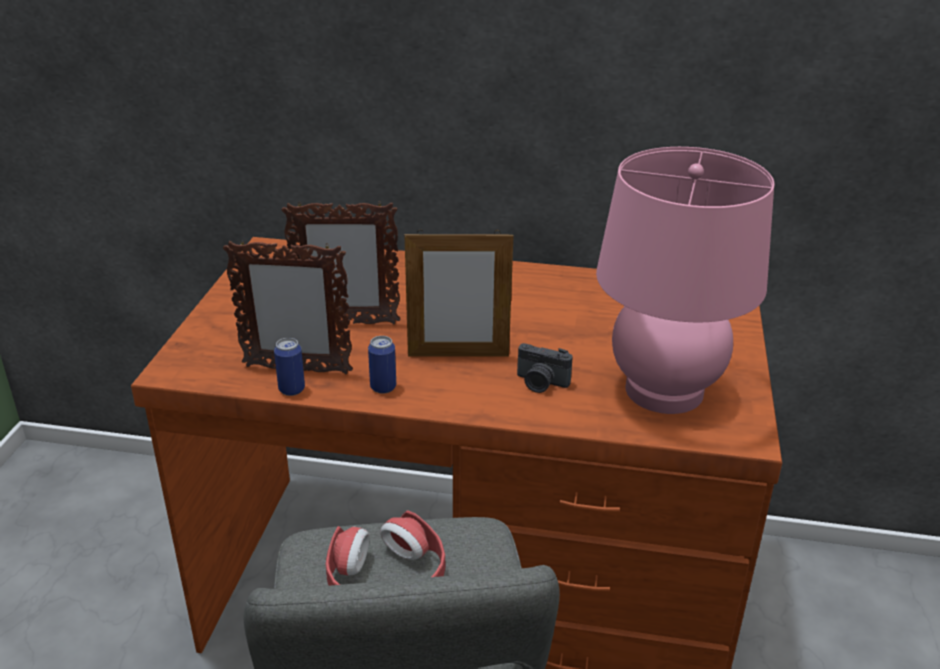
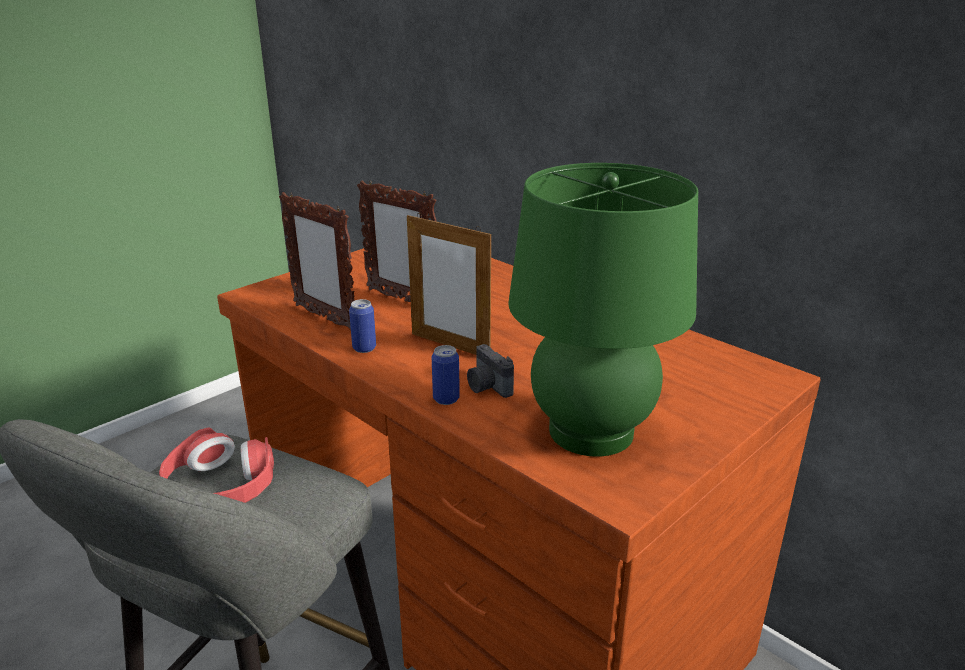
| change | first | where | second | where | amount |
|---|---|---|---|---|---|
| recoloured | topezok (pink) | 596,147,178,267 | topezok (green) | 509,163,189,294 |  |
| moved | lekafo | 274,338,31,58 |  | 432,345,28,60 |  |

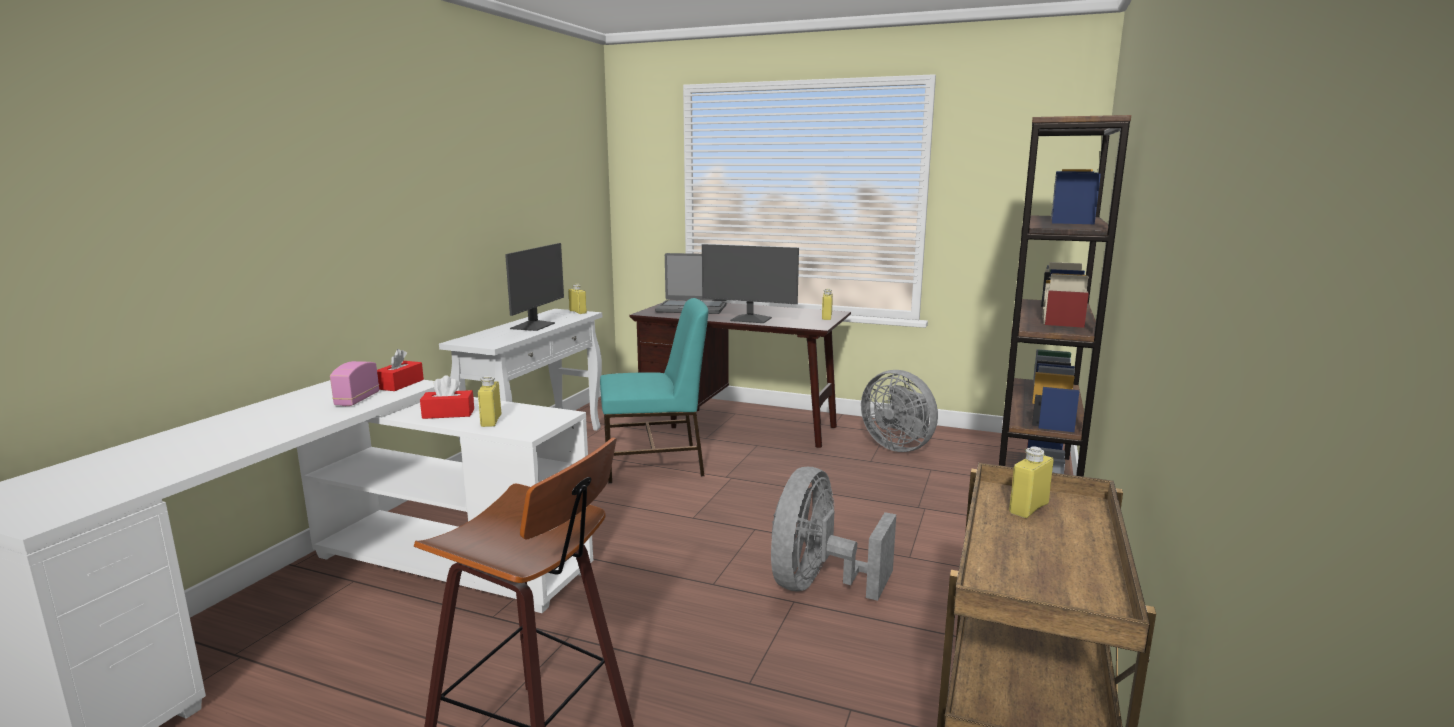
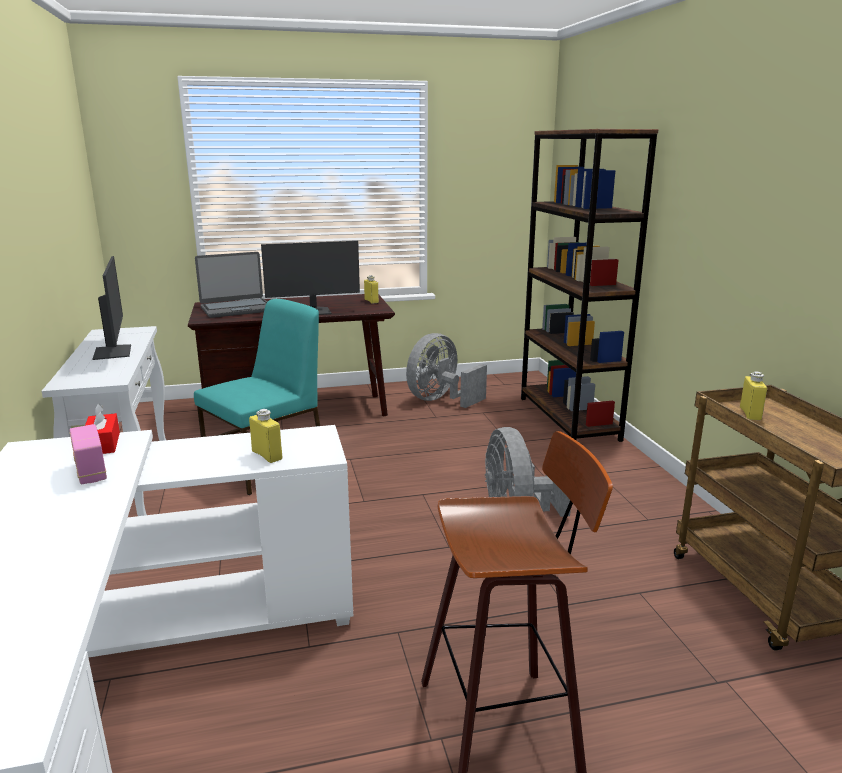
| change | first | where | second | where | amount |
|---|---|---|---|---|---|
| removed | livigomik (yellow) | 569,284,18,30 |  |  |  |
| turned | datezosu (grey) | 861,370,77,82 |  | 406,333,81,75 | 120 degrees clockwise |
| removed | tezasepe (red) | 420,375,54,44 |  |  |  |

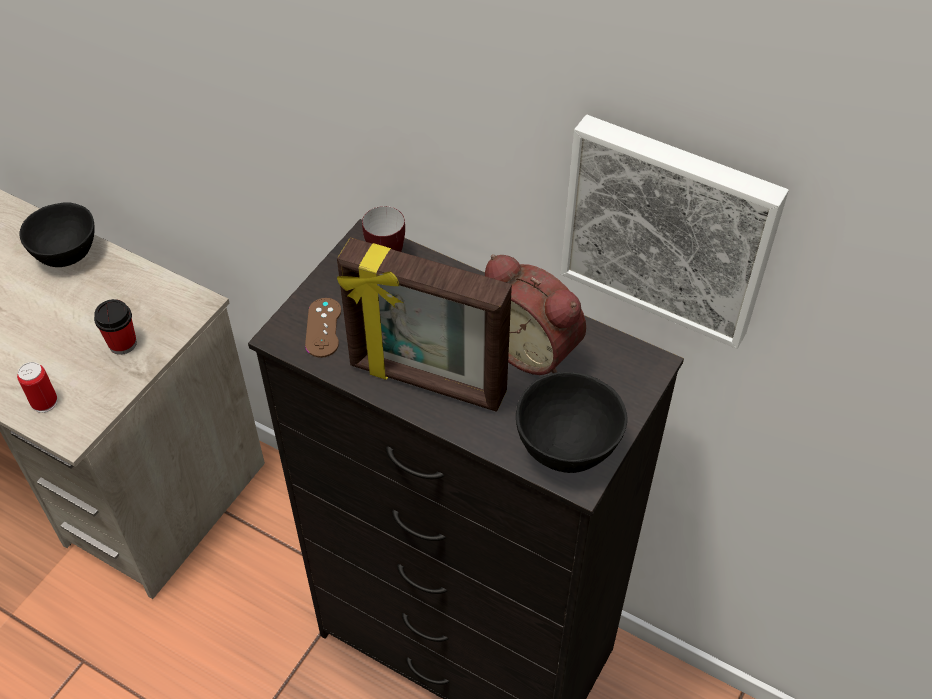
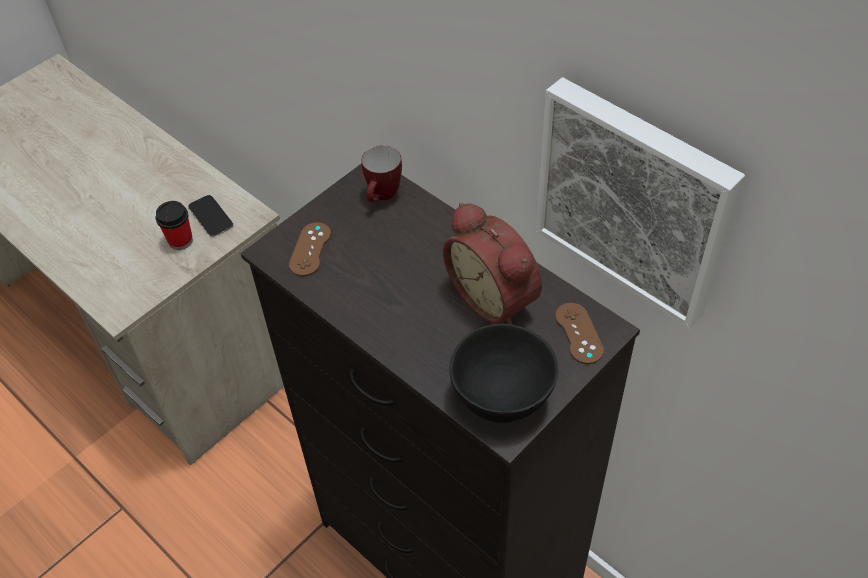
| change | first | where | second | where | amount |
|---|---|---|---|---|---|
| removed | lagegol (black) | 20,202,75,65 |  |  |  |
| removed | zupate | 337,237,175,175 |  |  |  |
| removed | lekafo | 17,362,40,51 |  |  |  |
| added |  |  | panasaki | 188,195,45,42 |  |
| added |  |  | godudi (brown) | 555,303,49,61 |  |

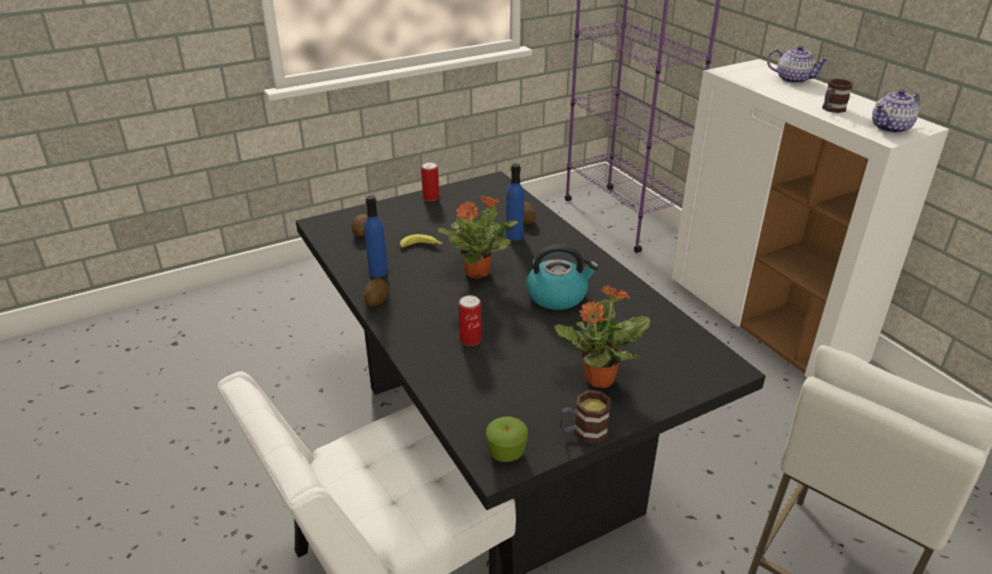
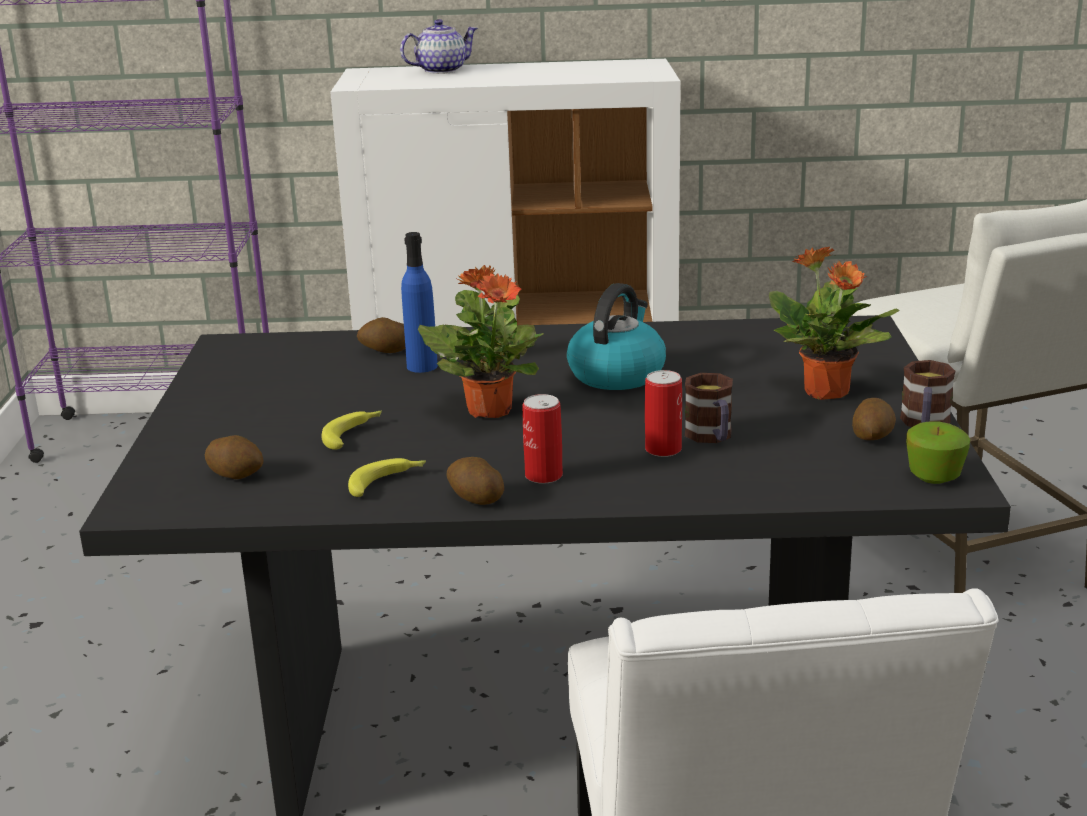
| change | first | where | second | where | amount |
|---|---|---|---|---|---|
| moved | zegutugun | 822,78,31,35 |  | 684,373,49,70 |  |
| removed | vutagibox | 872,89,48,45 |  |  |  |
| moved | lekafo | 421,162,18,39 |  | 522,394,41,90 |  |
| replaced | livigomik (blue) | 364,195,24,82 | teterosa | 348,458,78,39 |  |
| added |  |  | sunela | 852,398,44,42 |  |

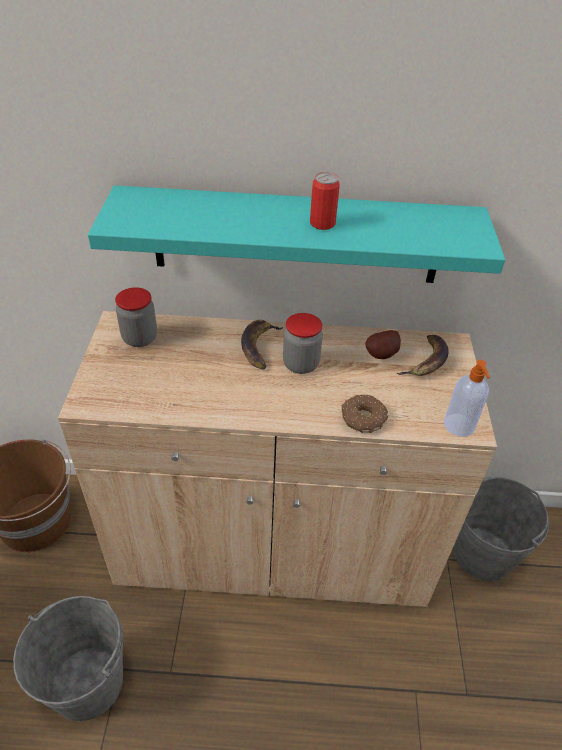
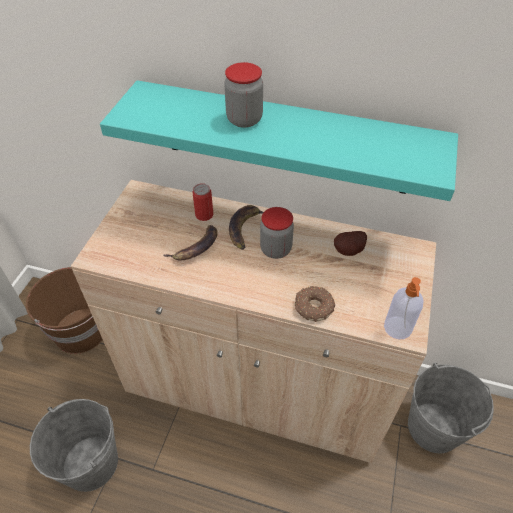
| change | first | where | second | where | amount |
|---|---|---|---|---|---|
| moved | lekafo | 310,172,30,58 |  | 193,183,20,38 |  |
| moved | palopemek | 115,287,42,60 |  | 224,62,39,66 |  |
| moved | teterosa | 397,335,52,41 |  | 163,225,55,36 |  |

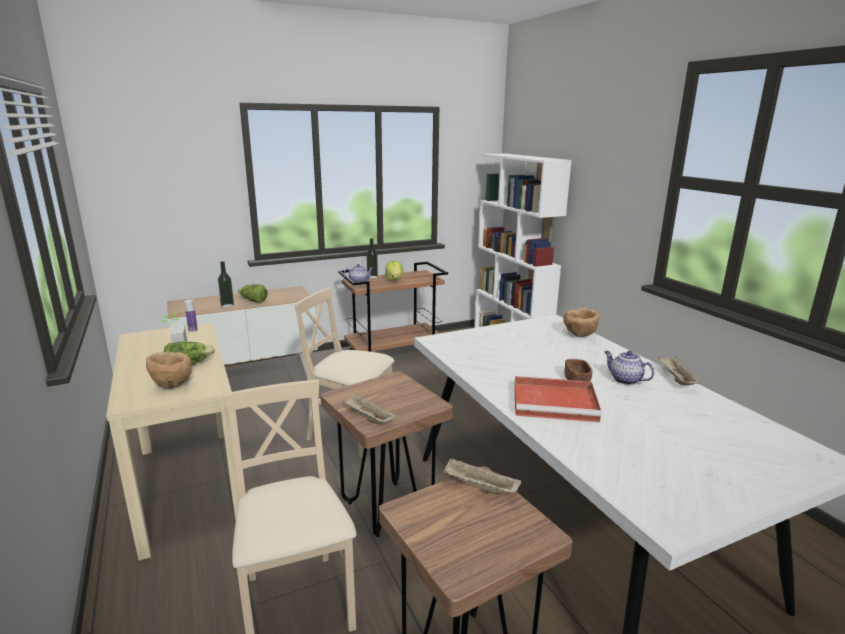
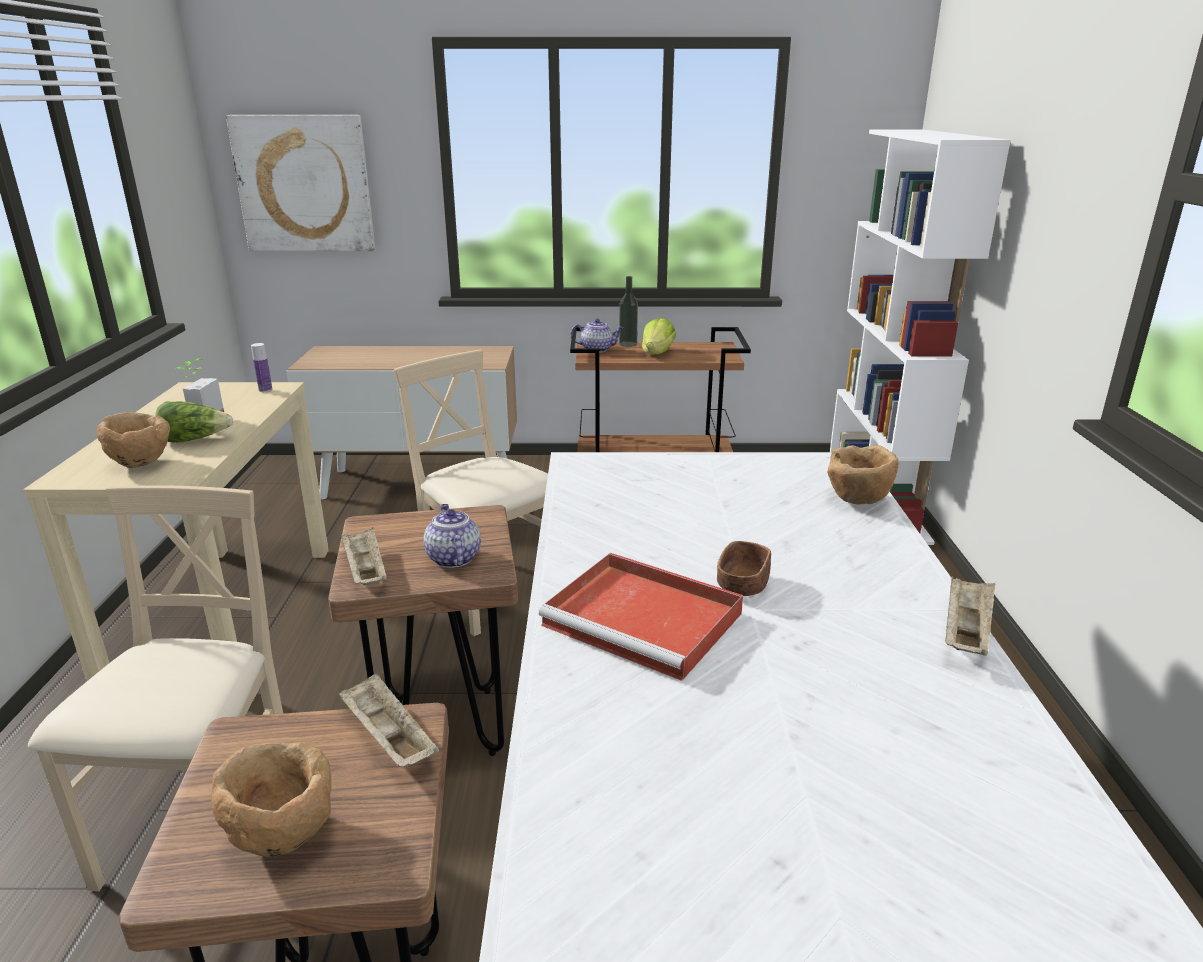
| change | first | where | second | where | amount |
|---|---|---|---|---|---|
| removed | livigomik | 218,261,16,47 |  |  |  |
| removed | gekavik | 238,284,30,19 |  |  |  |
| moved | vutagibox | 604,351,51,34 |  | 424,504,57,64 |  |
| added |  |  | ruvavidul | 226,115,149,136 |  |
| added |  |  | lagegol (brown) | 211,742,121,115 |  |

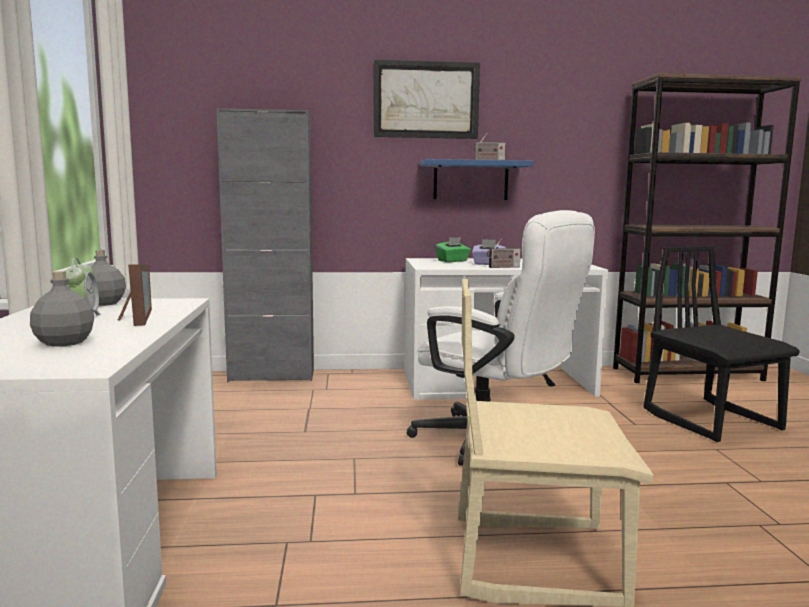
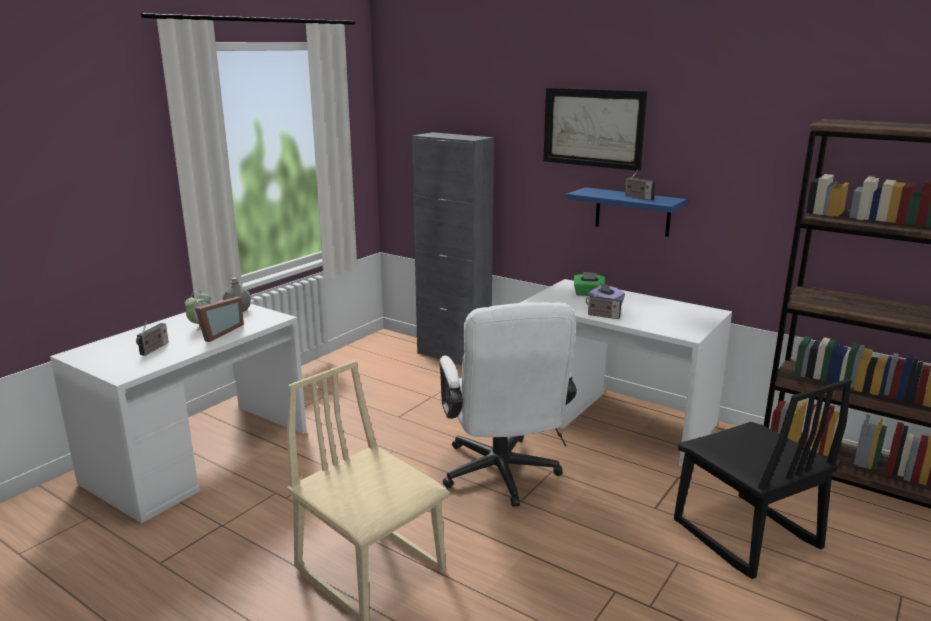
| change | first | where | second | where | amount |
|---|---|---|---|---|---|
| turned | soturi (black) | 643,246,157,196 |  | 674,379,178,200 | 135 degrees clockwise |
| replaced | livigomik (grey) | 30,271,64,76 | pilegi | 136,320,33,36 |  |

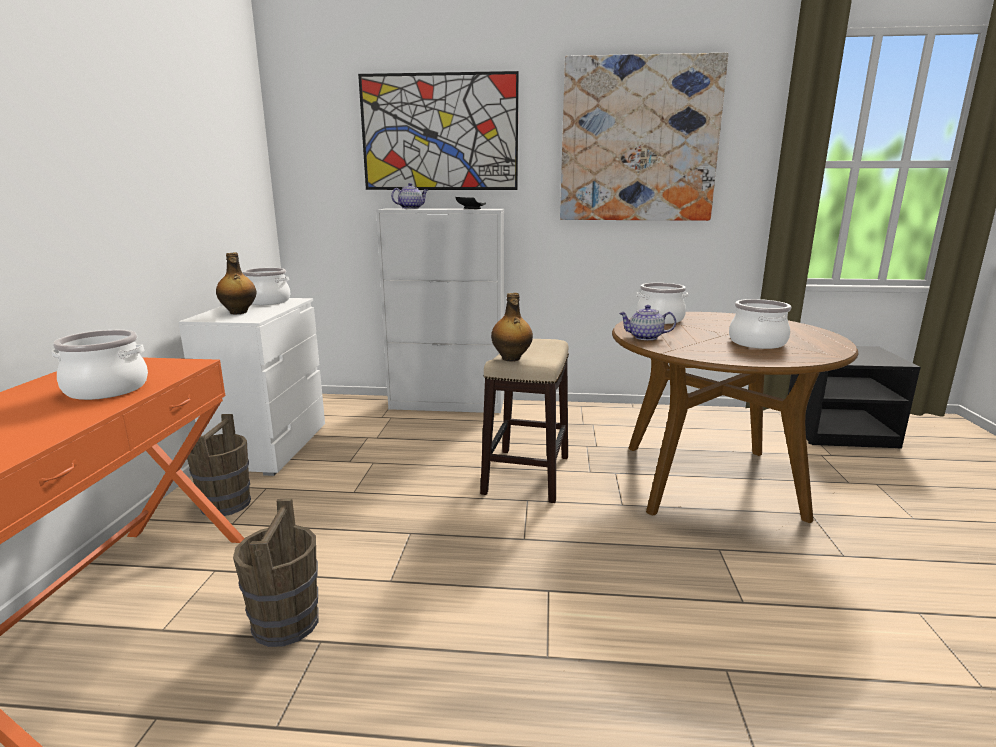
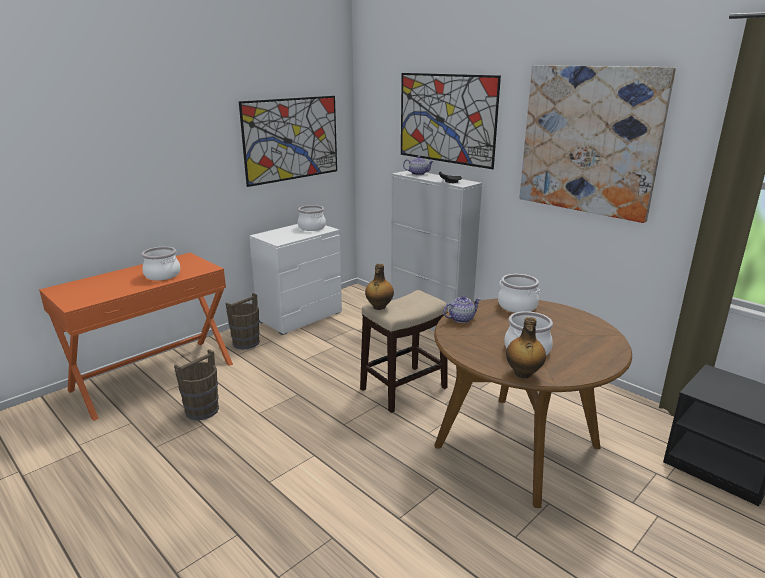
| change | first | where | second | where | amount |
|---|---|---|---|---|---|
| moved | livigomik | 216,252,40,62 |  | 506,317,40,62 |  |
| turned | vutagibox | 619,305,57,35 |  | 443,296,38,27 | 105 degrees clockwise |
| added |  |  | ruvavidul | 239,96,98,91 |  |

